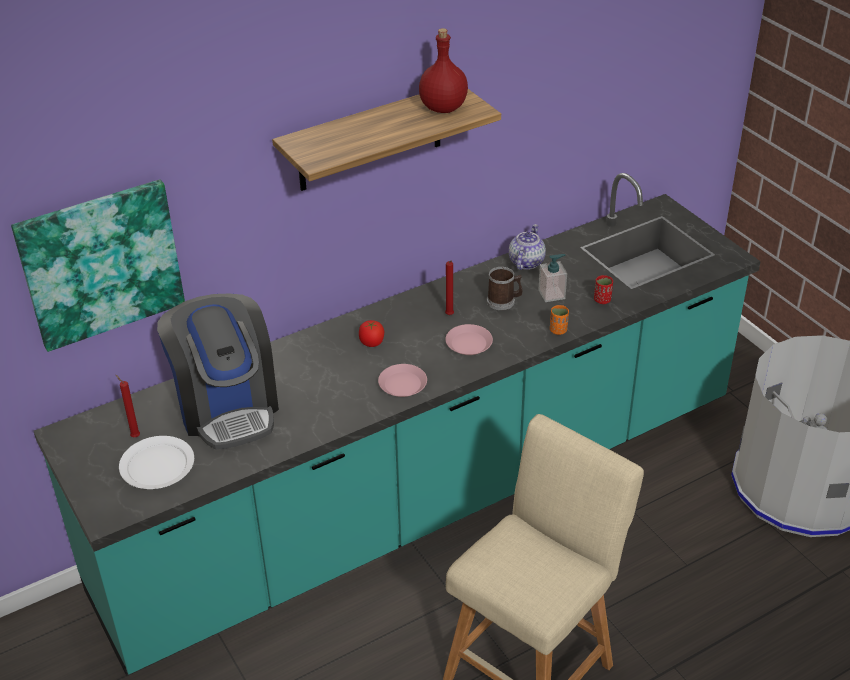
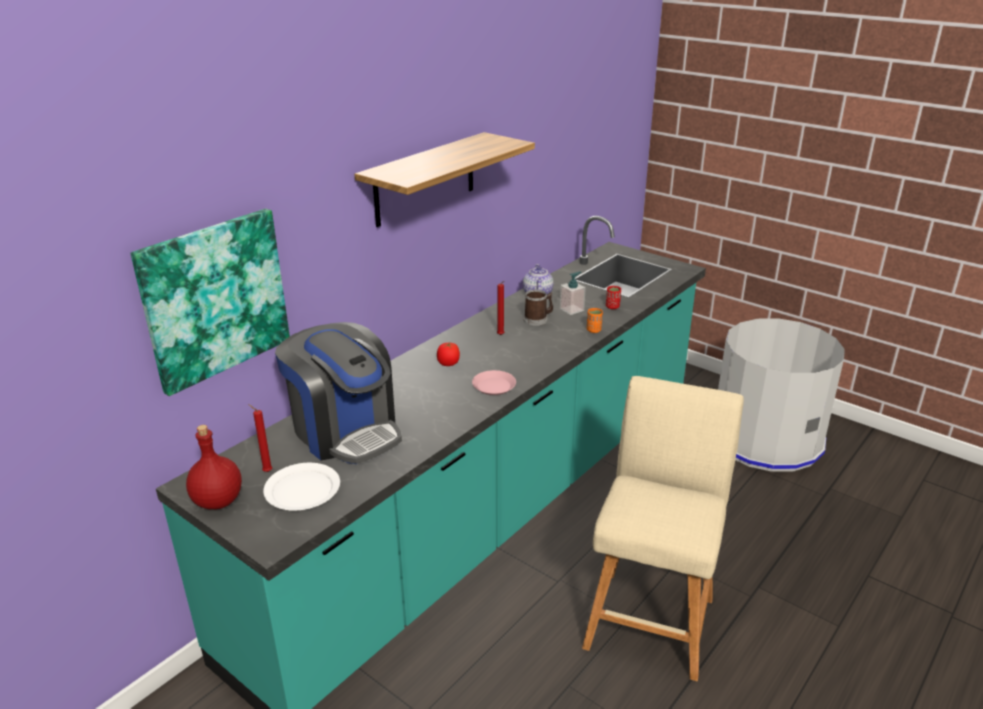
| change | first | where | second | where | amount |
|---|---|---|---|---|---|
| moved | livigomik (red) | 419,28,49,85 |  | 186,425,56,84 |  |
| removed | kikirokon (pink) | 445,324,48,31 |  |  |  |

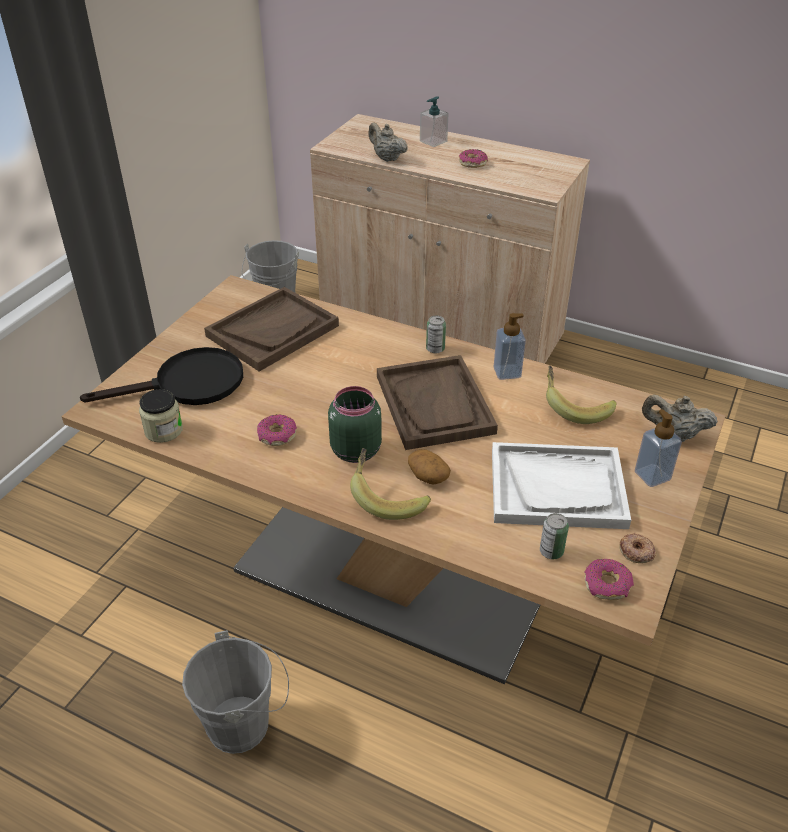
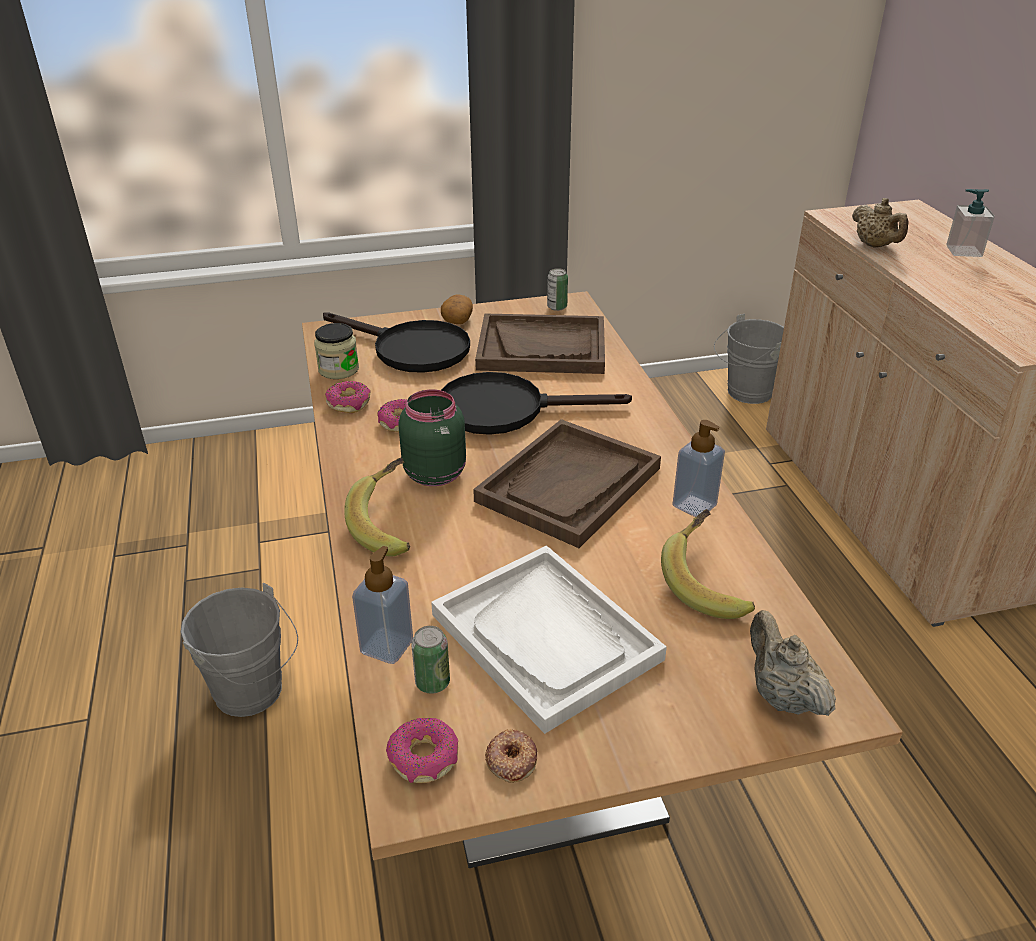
| change | first | where | second | where | amount |
|---|---|---|---|---|---|
| turned | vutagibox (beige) | 368,123,40,39 |  | 852,198,57,49 | 150 degrees clockwise |
| moved | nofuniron | 459,149,29,19 |  | 325,381,46,32 |  |
| moved | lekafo | 426,315,20,38 |  | 547,268,21,43 |  |
| moved | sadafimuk | 635,409,47,78 |  | 352,546,61,118 |  |
| moved | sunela | 408,449,43,36 |  | 441,295,32,29 |  |
| added |  |  | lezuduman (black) | 441,372,191,63 |  |

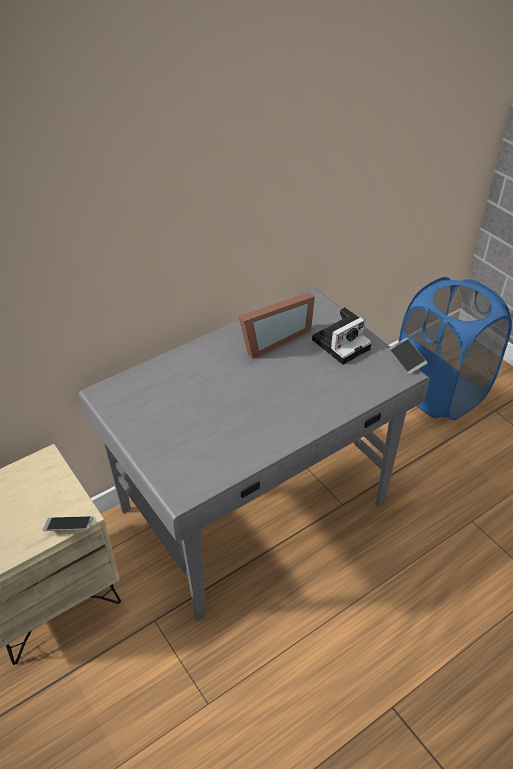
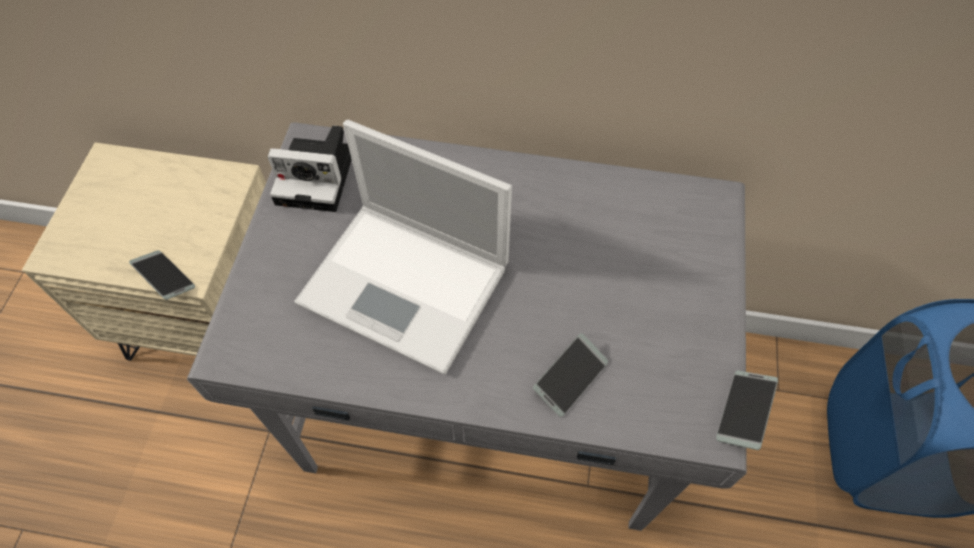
| change | first | where | second | where | amount |
|---|---|---|---|---|---|
| removed | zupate | 238,292,77,67 |  |  |  |
| moved | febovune | 312,307,60,58 |  | 268,126,84,86 |  |
| added |  |  | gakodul | 294,120,218,254 |  |
| added |  |  | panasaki | 533,333,75,84 |  |

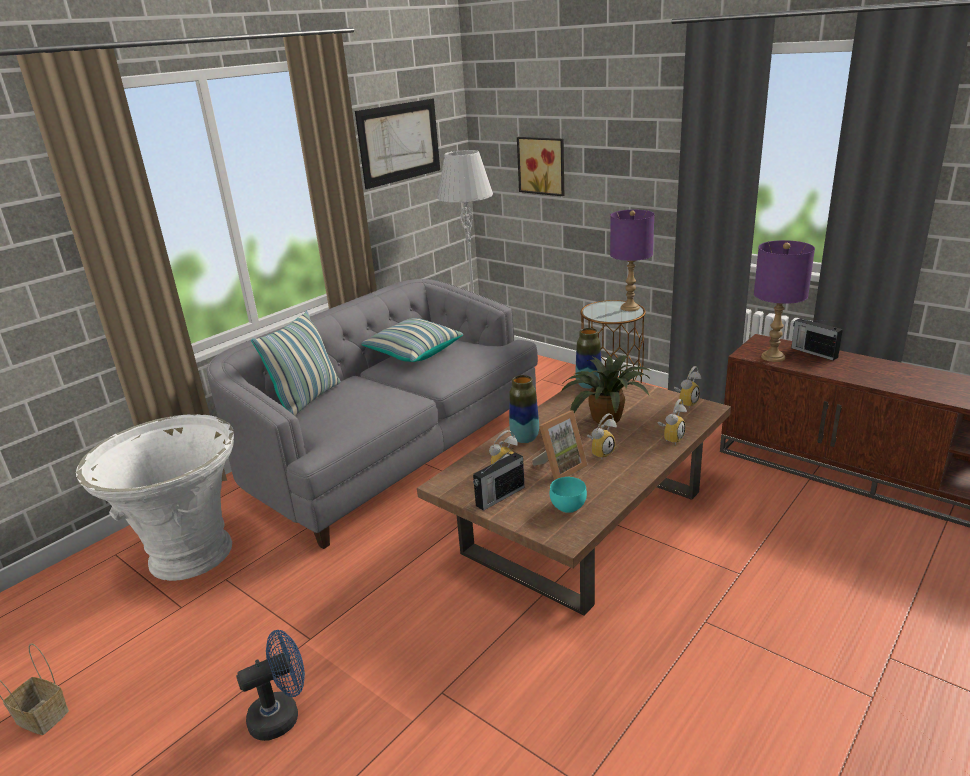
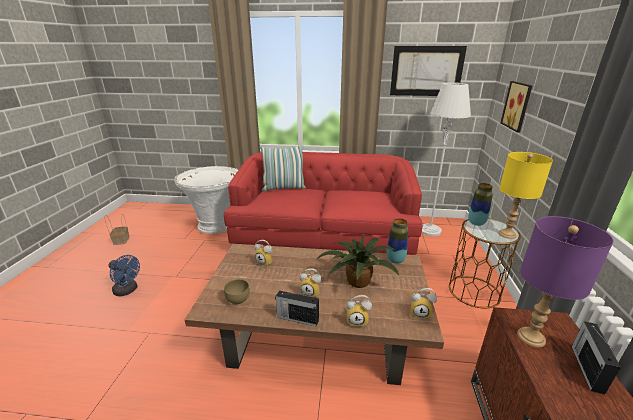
| change | first | where | second | where | amount |
|---|---|---|---|---|---|
| recoloured | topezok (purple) | 610,210,45,101 | topezok (yellow) | 498,152,55,87 |  |
| recoloured | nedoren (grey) | 207,279,331,270 | nedoren (red) | 224,152,198,103 |  |
| removed | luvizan | 361,318,102,44 |  |  |  |
| moved | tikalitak | 509,375,30,68 |  | 468,183,25,43 |  |
| removed | zupate | 532,410,56,70 |  |  |  |
| moved | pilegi | 473,449,52,62 |  | 275,291,44,35 |  |
| recoloured | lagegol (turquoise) | 550,477,37,36 | lagegol (brown) | 224,279,26,25 |  |

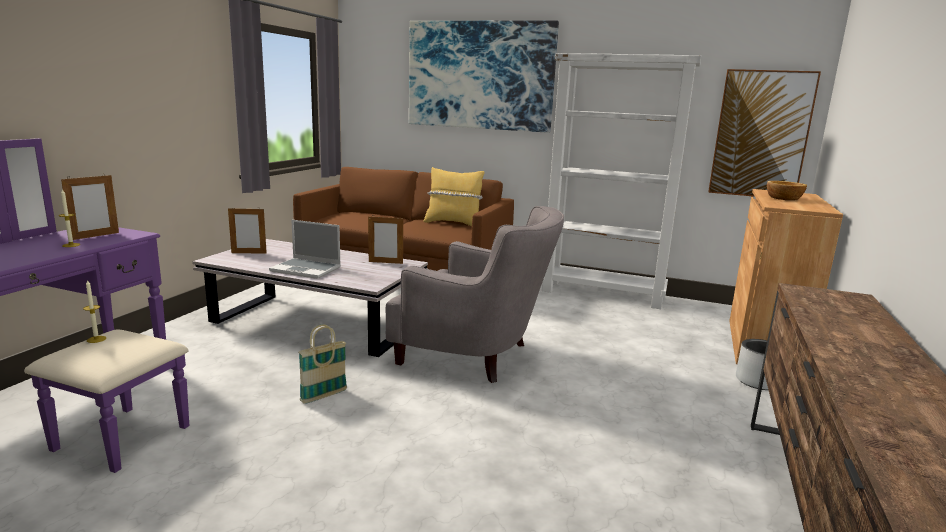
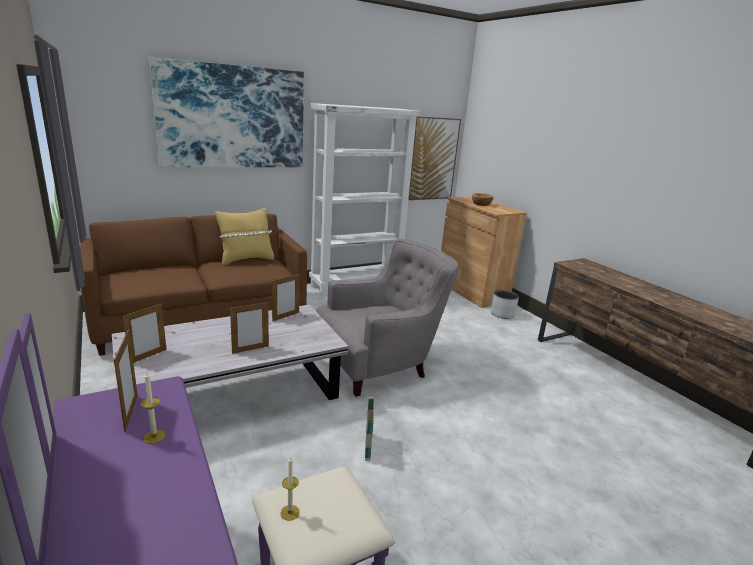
| change | first | where | second | where | amount |
|---|---|---|---|---|---|
| replaced | gakodul | 269,220,72,59 | zupate | 230,302,39,52 |  |

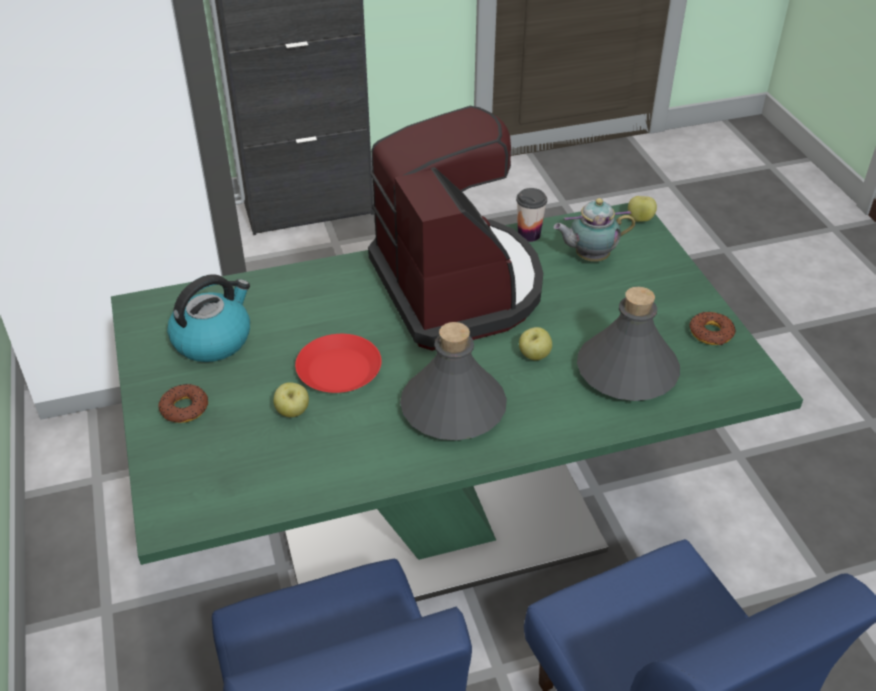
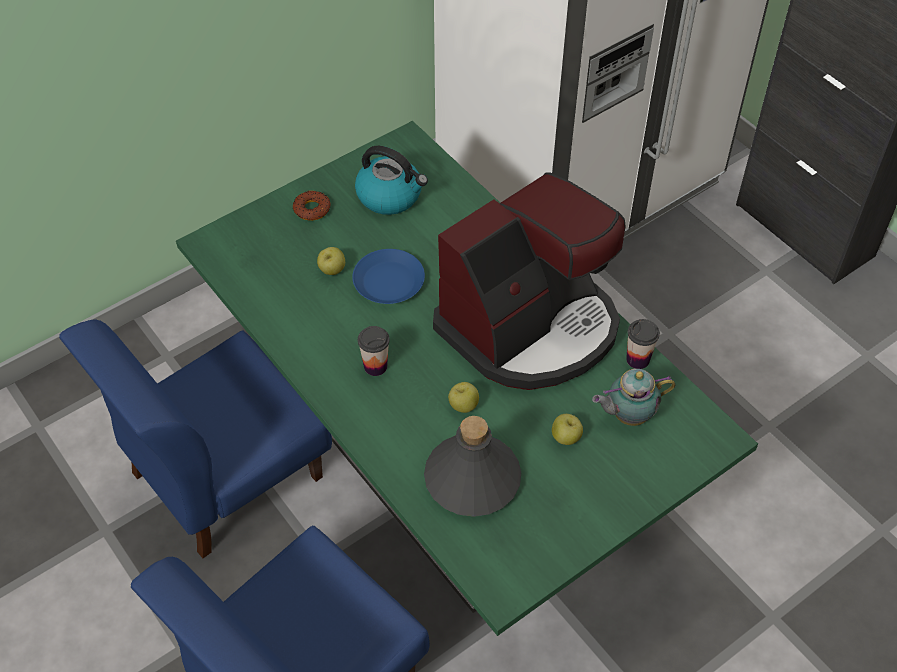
| change | first | where | second | where | amount |
|---|---|---|---|---|---|
| moved | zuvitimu | 628,196,29,26 |  | 552,414,31,31 |  |
| turned | vutagibox | 553,198,82,64 |  | 592,369,83,57 | 75 degrees counterclockwise |
| removed | nofuniron | 690,312,46,33 |  |  |  |
| replaced | livigomik (grey) | 400,322,107,118 | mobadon | 358,326,32,50 |  |
| recoloured | kikirokon (red) | 295,334,86,59 | kikirokon (blue) | 352,249,73,55 |  |

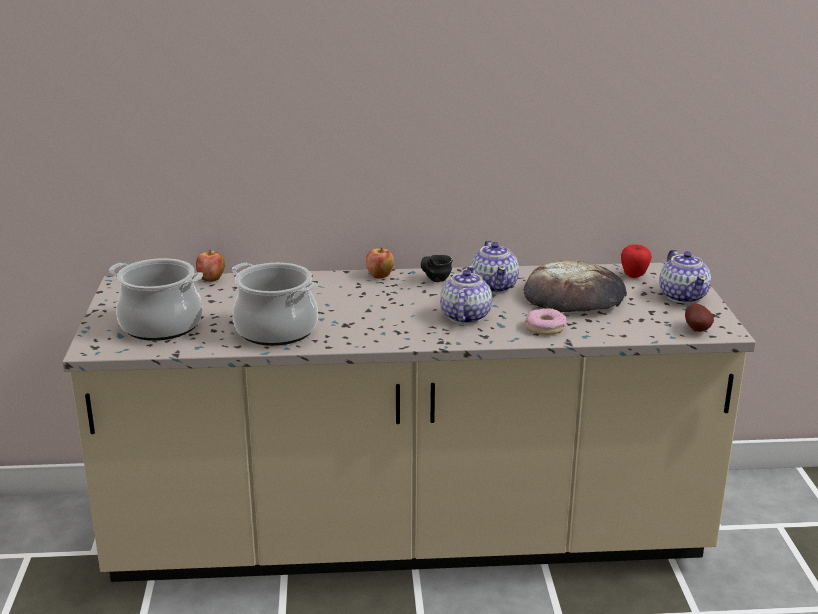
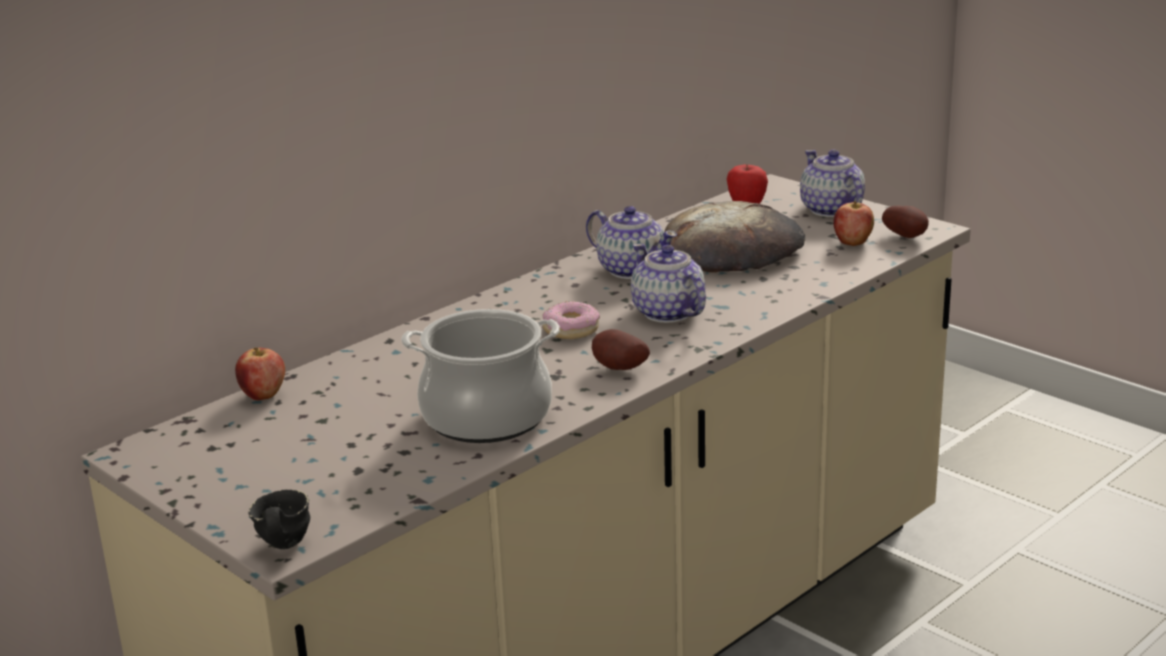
| change | first | where | second | where | amount |
|---|---|---|---|---|---|
| moved | zuvitimu | 366,247,28,32 |  | 833,201,41,45 |  |
| turned | vutagibox | 659,249,52,54 |  | 800,150,65,67 | 150 degrees counterclockwise |
| moved | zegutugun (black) | 421,255,32,27 |  | 248,490,62,59 |  |
| removed | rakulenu | 109,258,94,83 |  |  |  |
| moved | nofuniron | 526,308,40,27 |  | 543,301,57,38 |  |
| added |  |  | sunela | 592,329,58,41 |  |

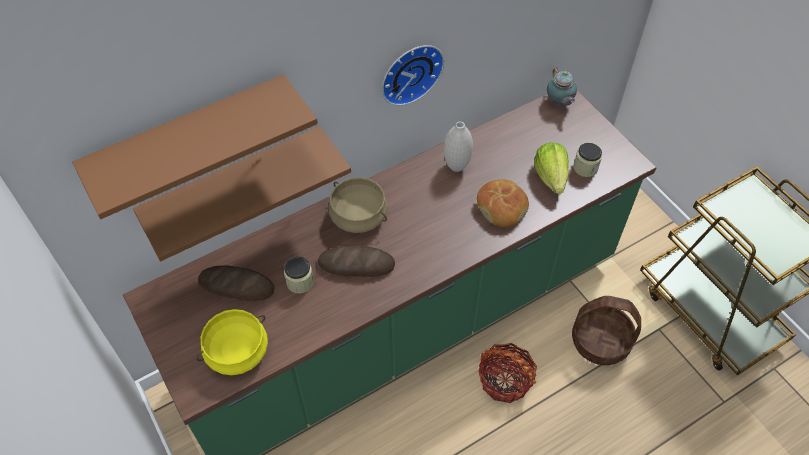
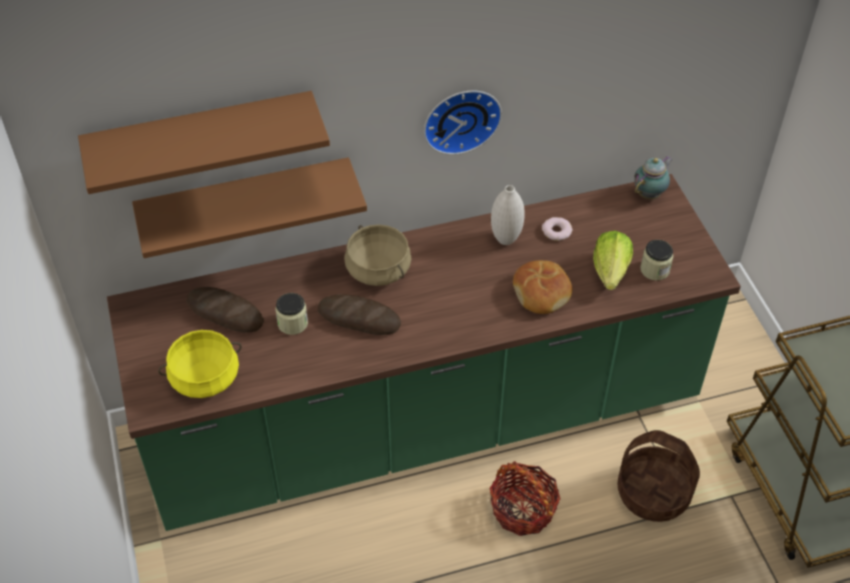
| change | first | where | second | where | amount |
|---|---|---|---|---|---|
| turned | vutagibox | 547,67,30,39 |  | 634,156,39,44 | 135 degrees counterclockwise |
| added |  |  | nofuniron | 542,217,31,24 |  |

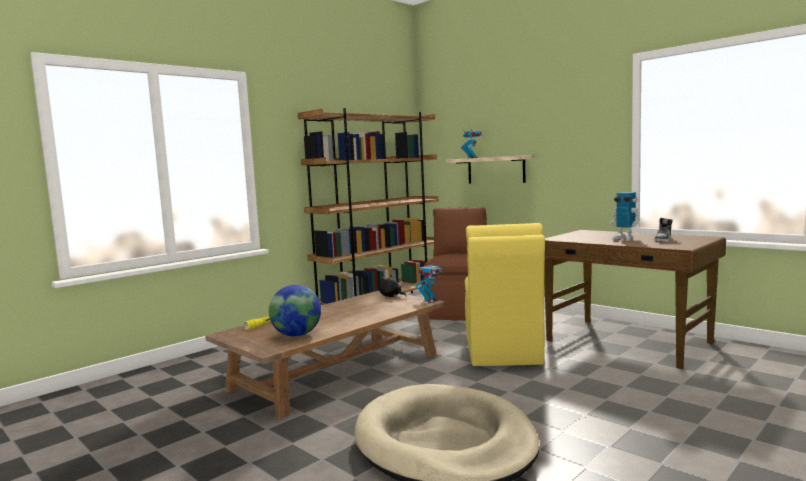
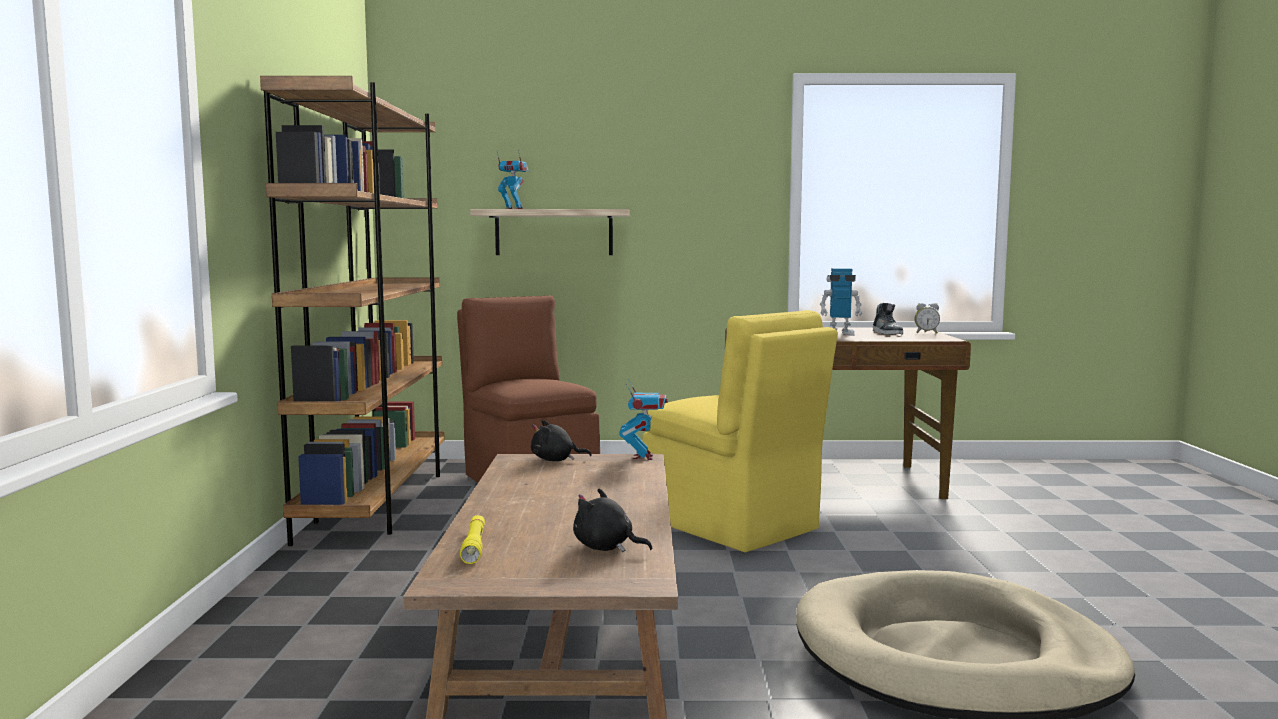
| change | first | where | second | where | amount |
|---|---|---|---|---|---|
| replaced | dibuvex | 269,285,52,52 | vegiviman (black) | 573,489,79,63 |  |
| added |  |  | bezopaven | 915,303,25,31 |  |

